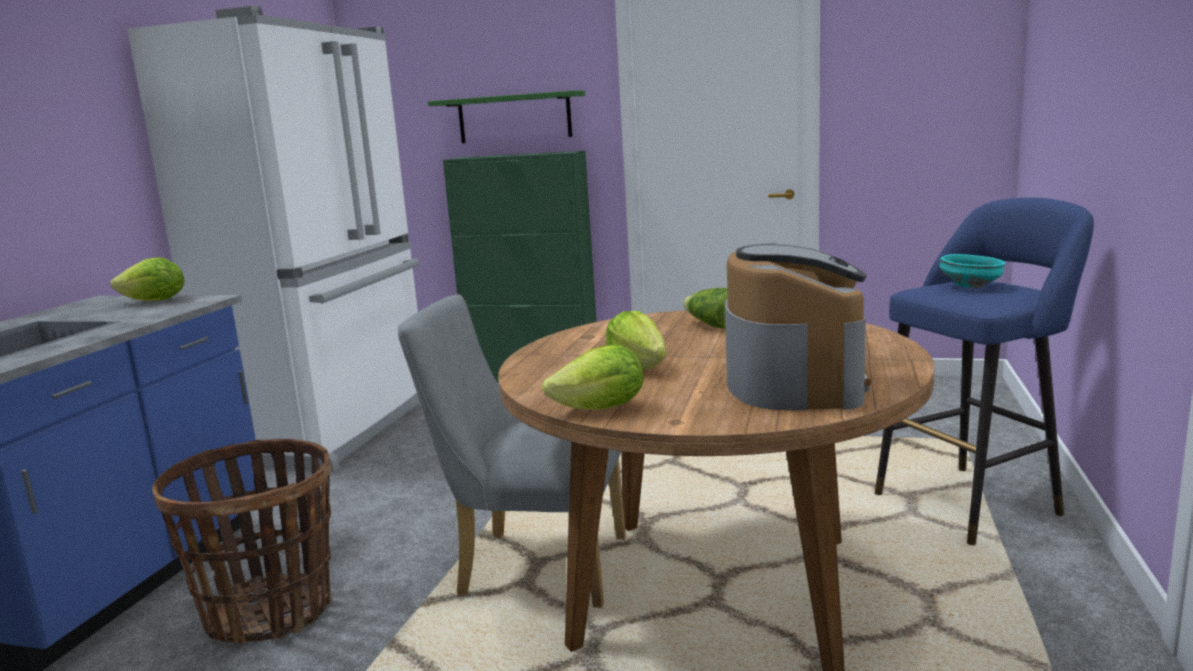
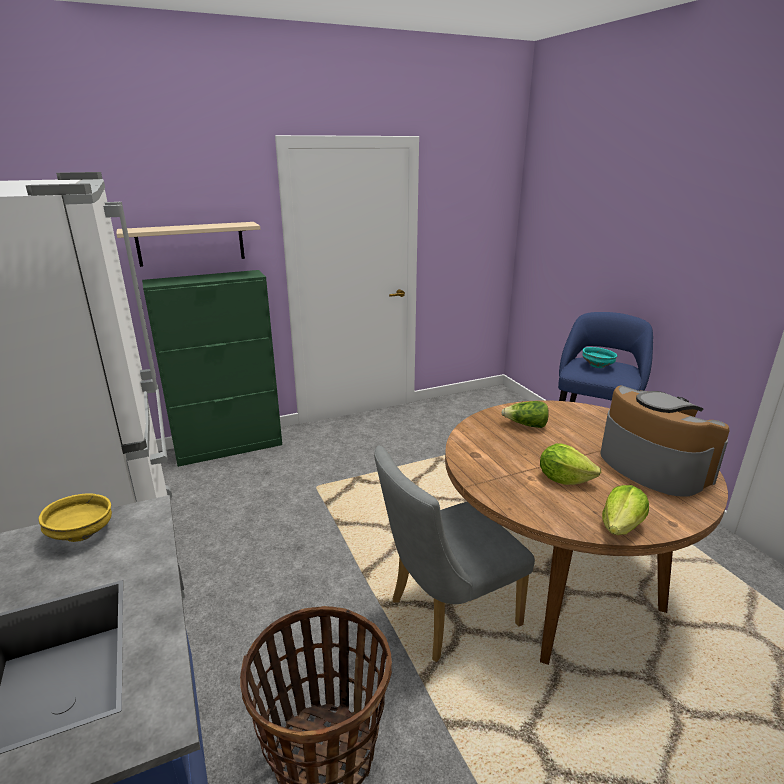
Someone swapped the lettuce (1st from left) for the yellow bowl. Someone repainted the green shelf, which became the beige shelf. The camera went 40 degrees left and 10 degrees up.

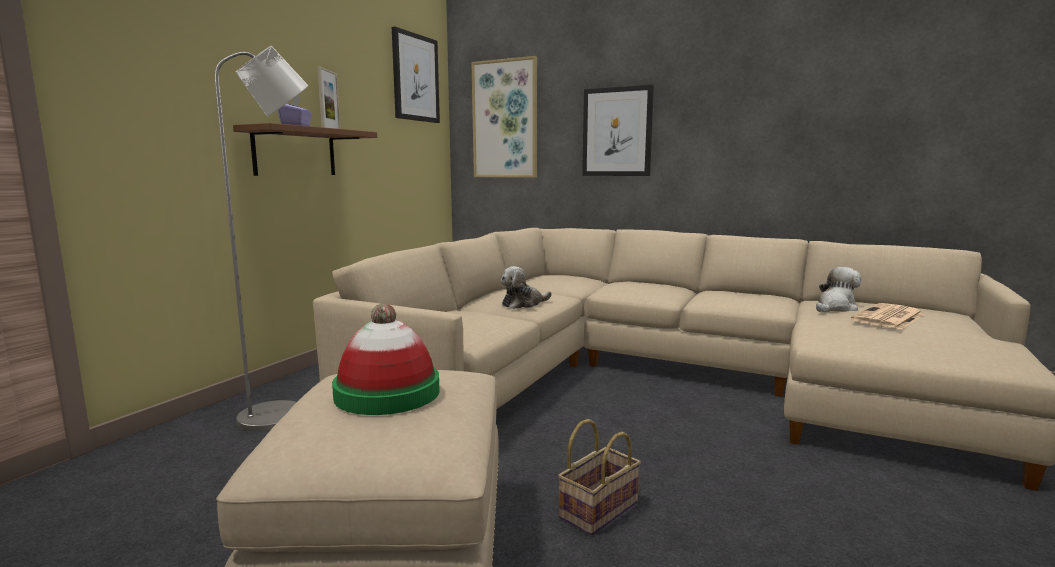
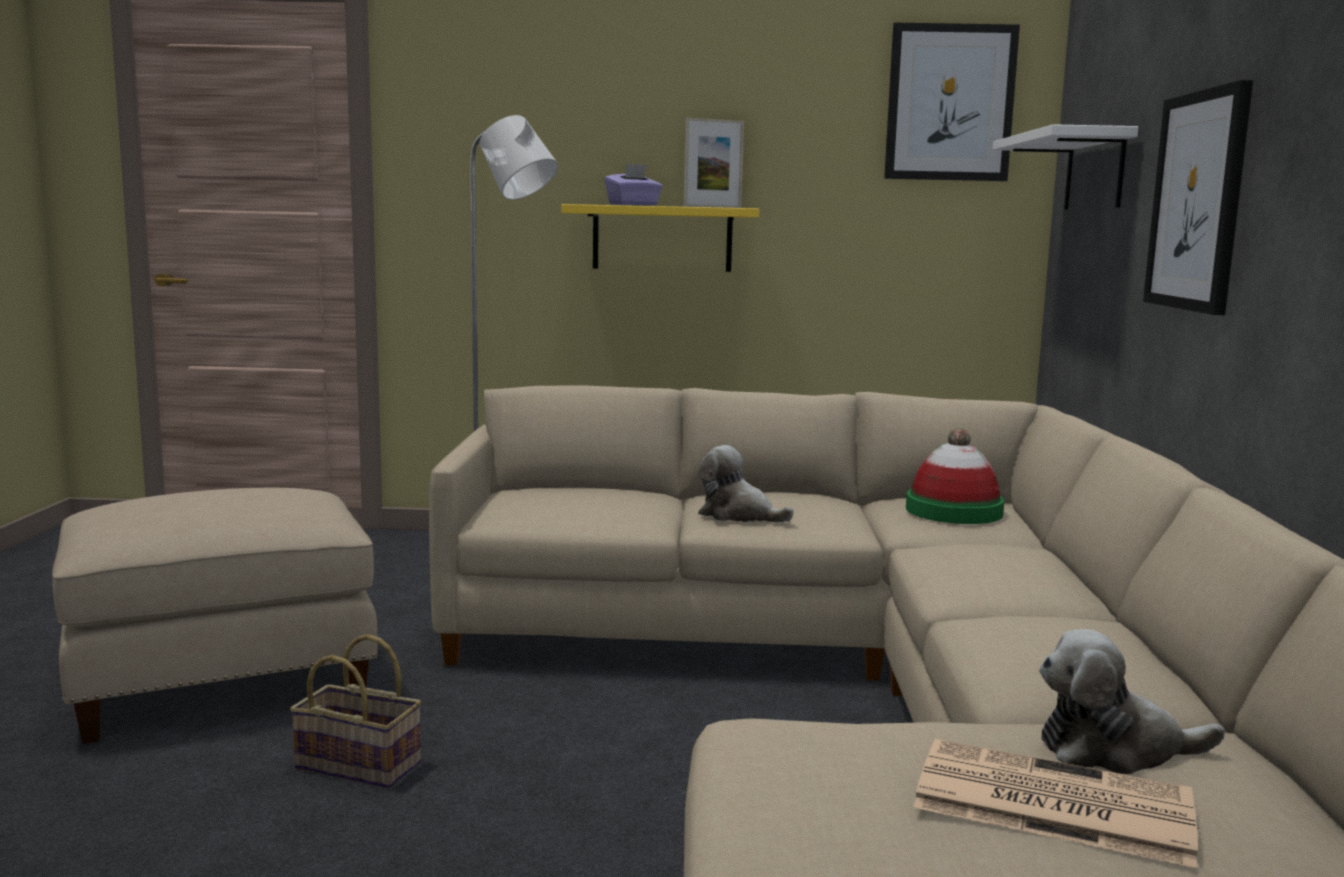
Someone repainted the brown shelf, which became the yellow shelf. Someone carried the hat. Someone swapped the picture (2nd from left) for the white shelf. Someone rotated the plush toy (2nd from left) by 150 degrees clockwise. The camera went 65 degrees right and 0 degrees up.

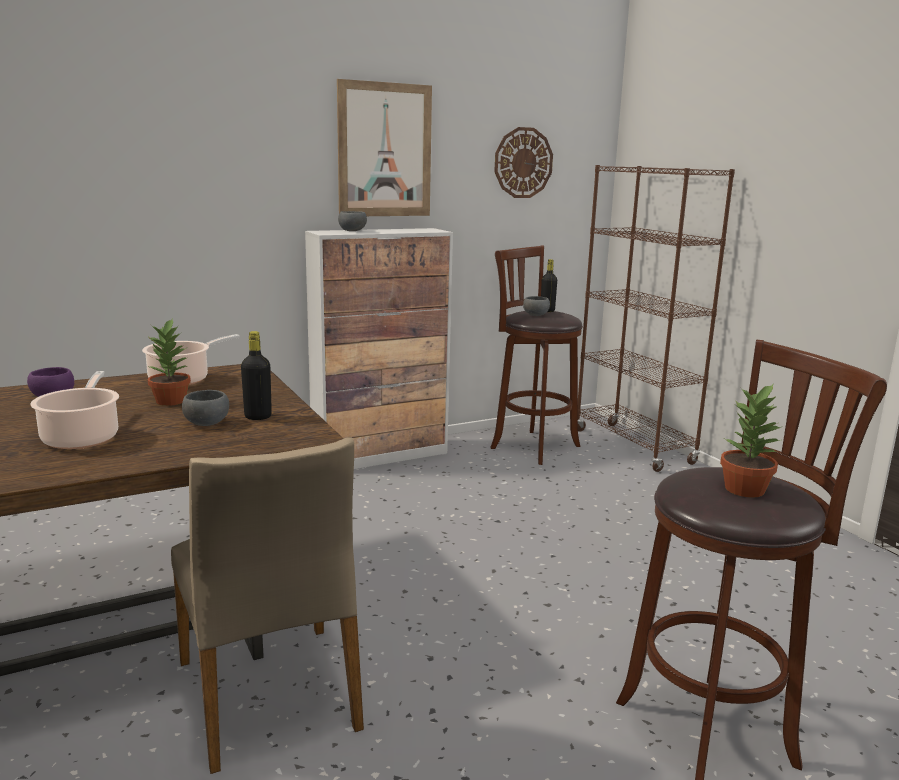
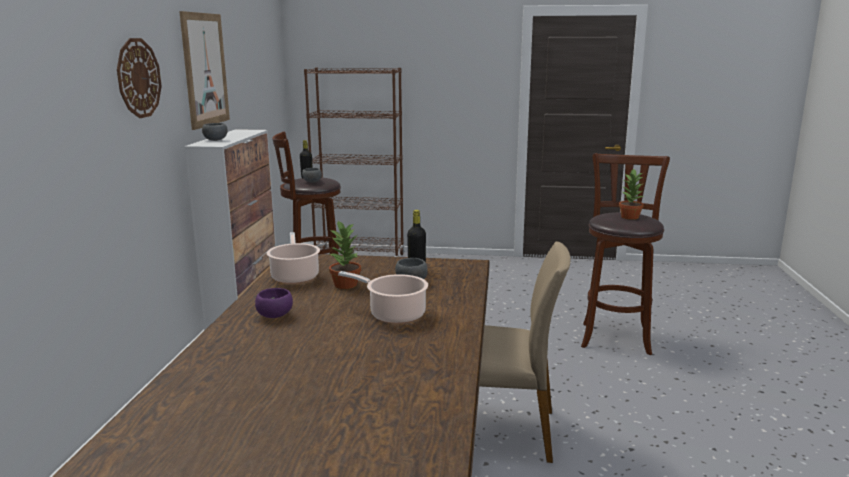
Someone carried the wall clock. The camera went 55 degrees left and 0 degrees up.

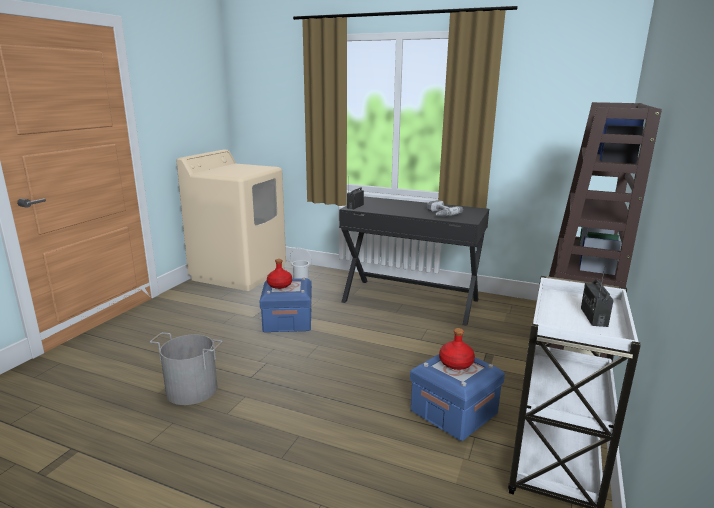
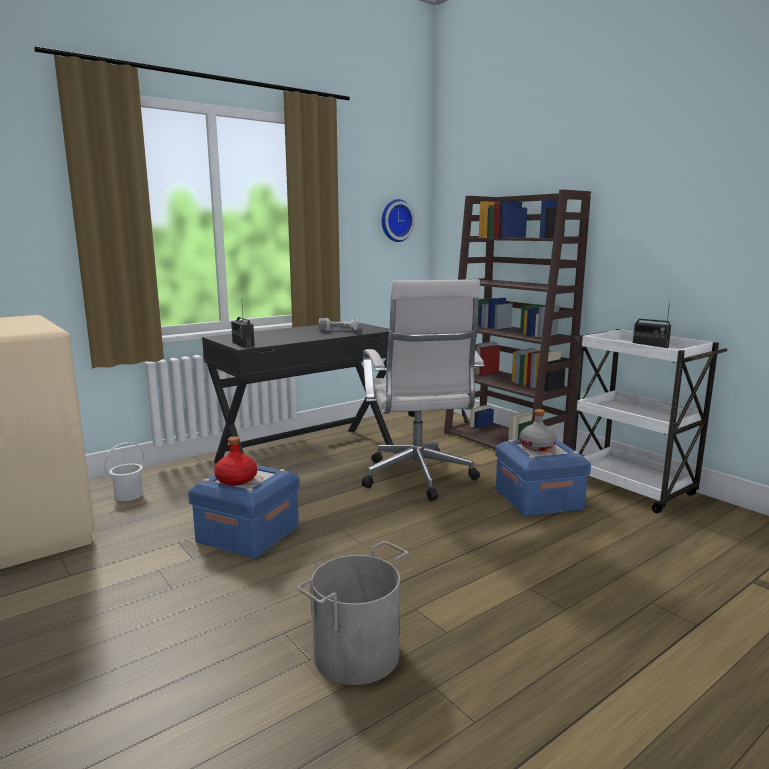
Someone put down the white office chair. Someone put up the wall clock. Someone repainted the red bottle (2nd from left), which became the grey bottle. The camera went 60 degrees left and 5 degrees down.

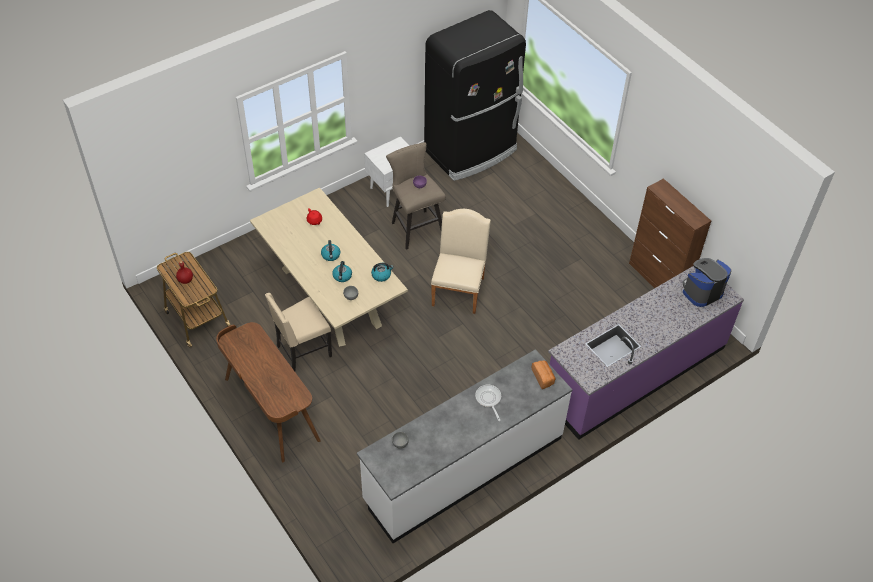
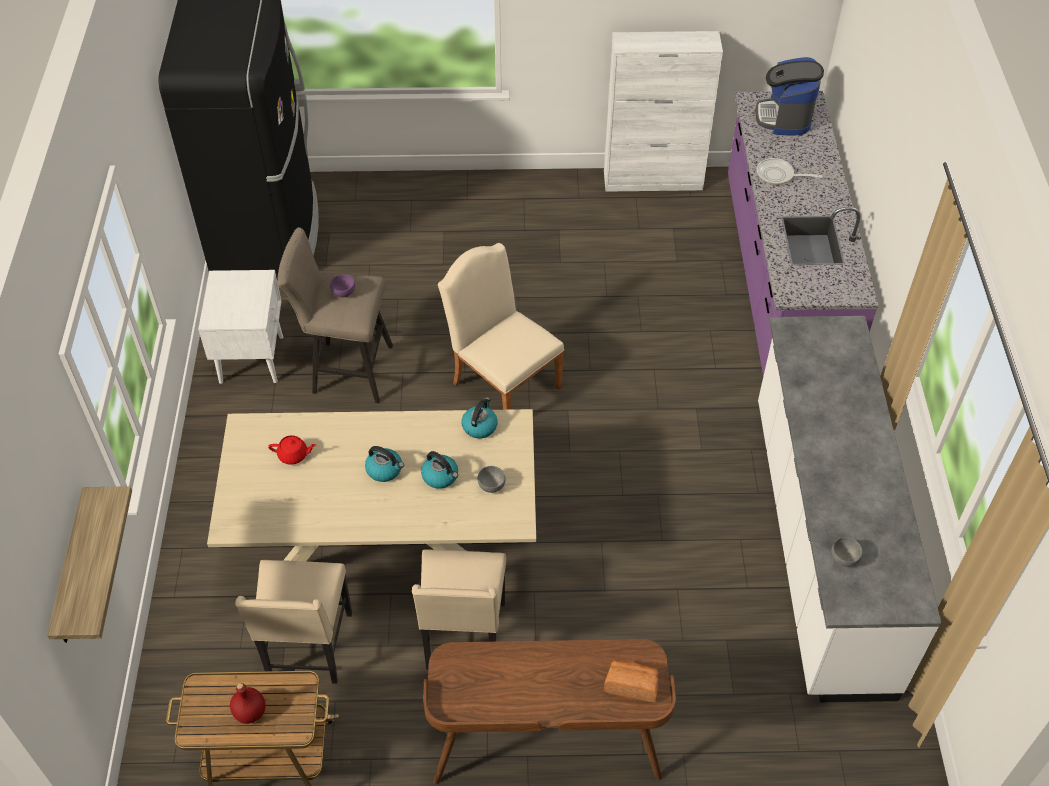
Someone put up the shelf. Someone put down the beige chair (1st from left). Someone repainted the brown cabinet, which became the white cabinet. Someone carried the bread. Someone carried the frying pan. The camera went 55 degrees left and 0 degrees up.

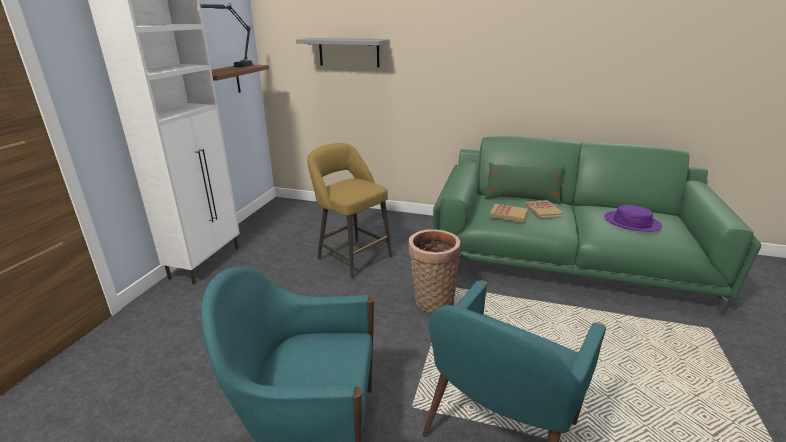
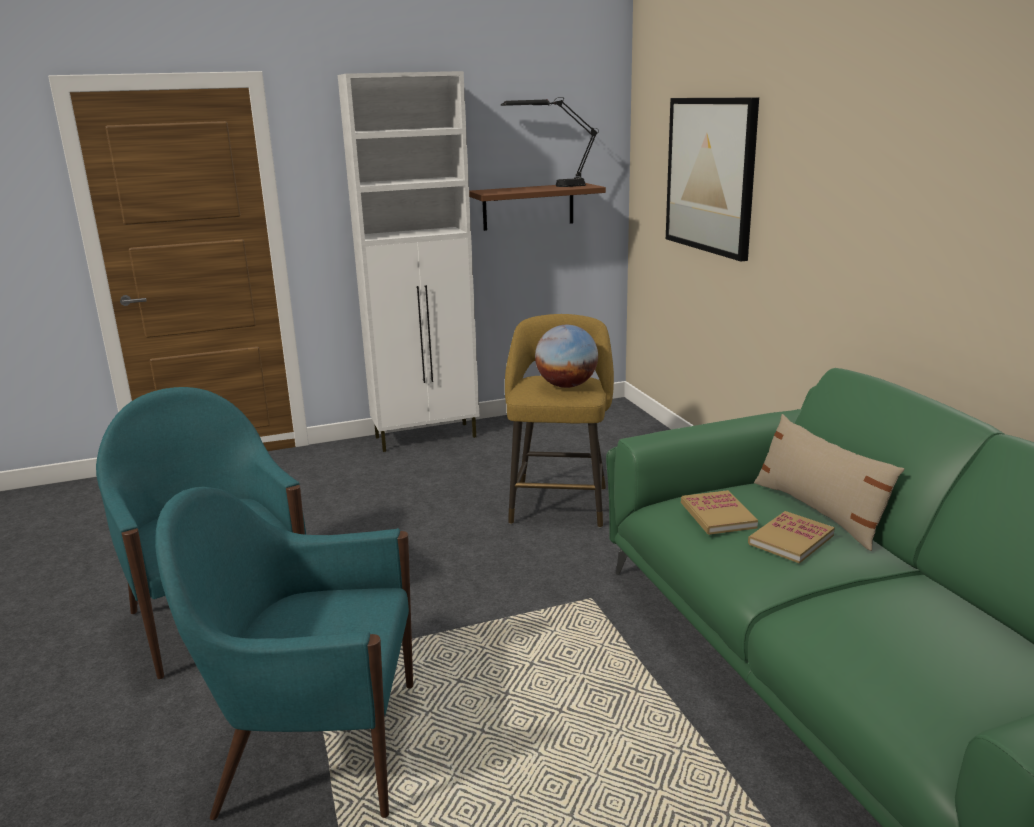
Someone put down the globe. Someone swapped the grey shelf for the picture. Someone repainted the green pillow, which became the beige pillow. Someone took away the basket. Someone took away the purple hat. The camera went 55 degrees right and 5 degrees down.

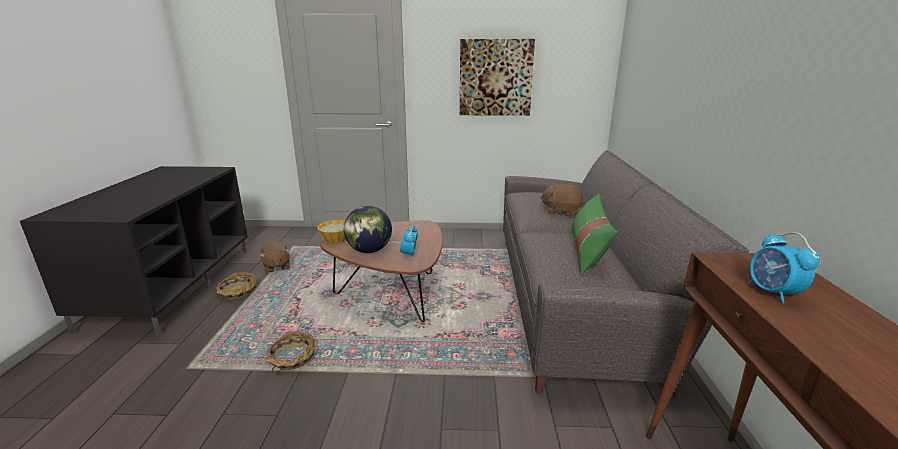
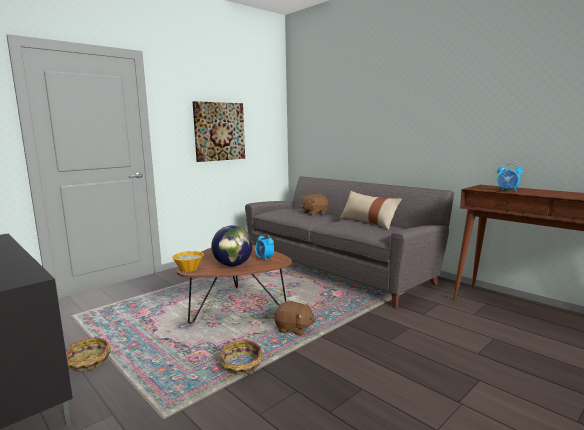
Someone carried the brown plush toy (1st from left). Someone repainted the green pillow, which became the beige pillow. The camera went 45 degrees left and 10 degrees down.

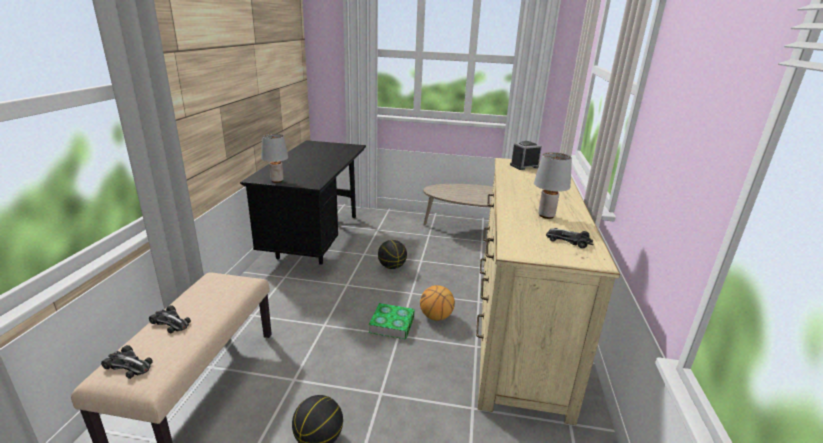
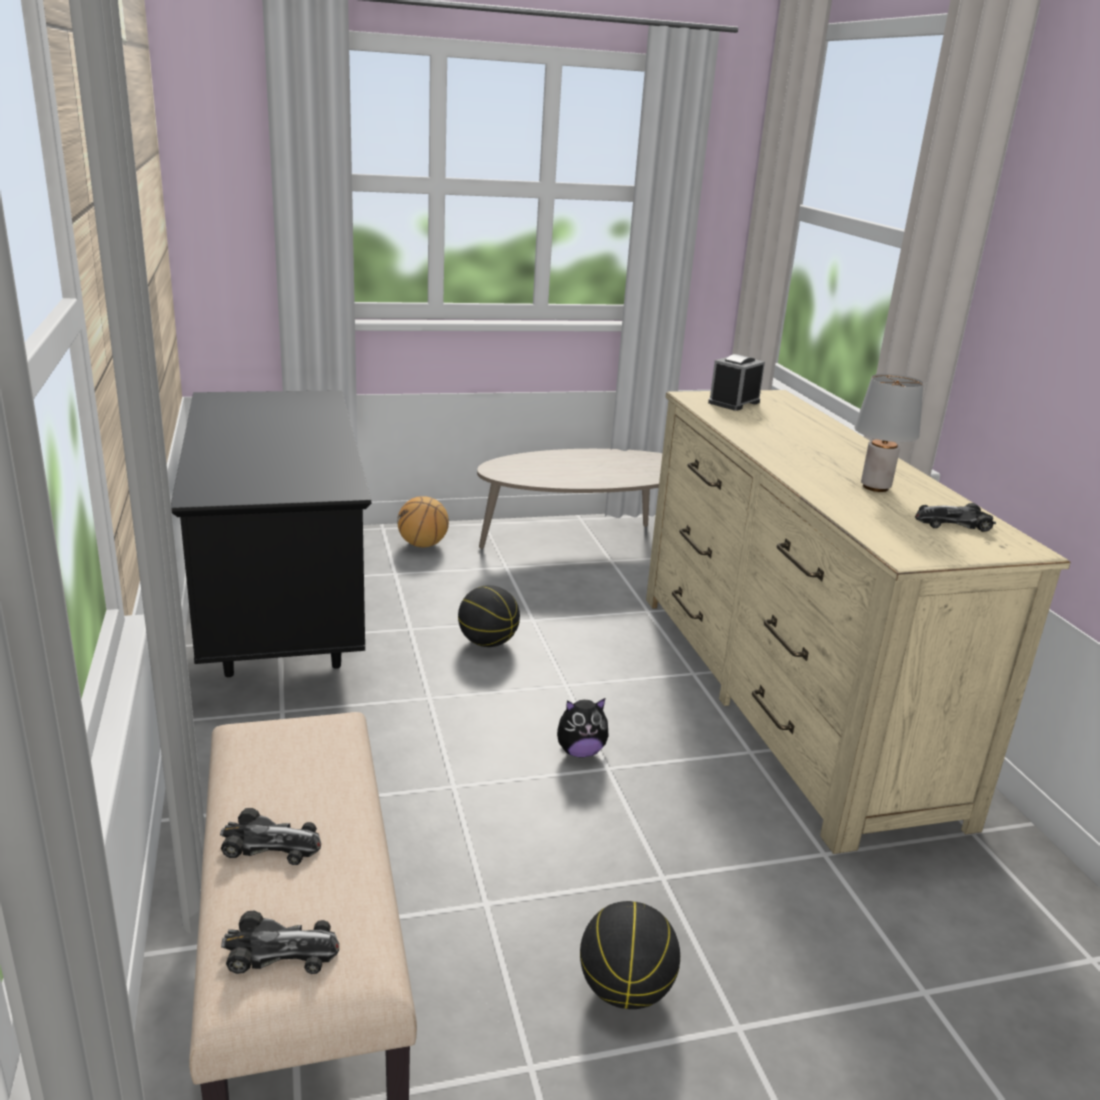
Someone carried the basketball (3rd from left in the first image). Someone swapped the book for the plush toy. Someone took away the grey table lamp (1st from left). The camera went 25 degrees left and 0 degrees up.

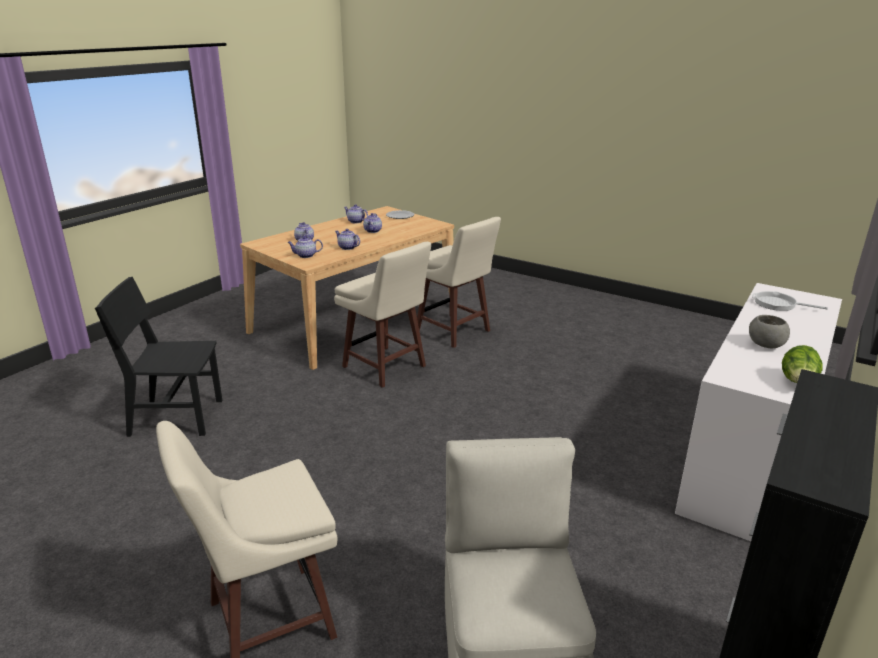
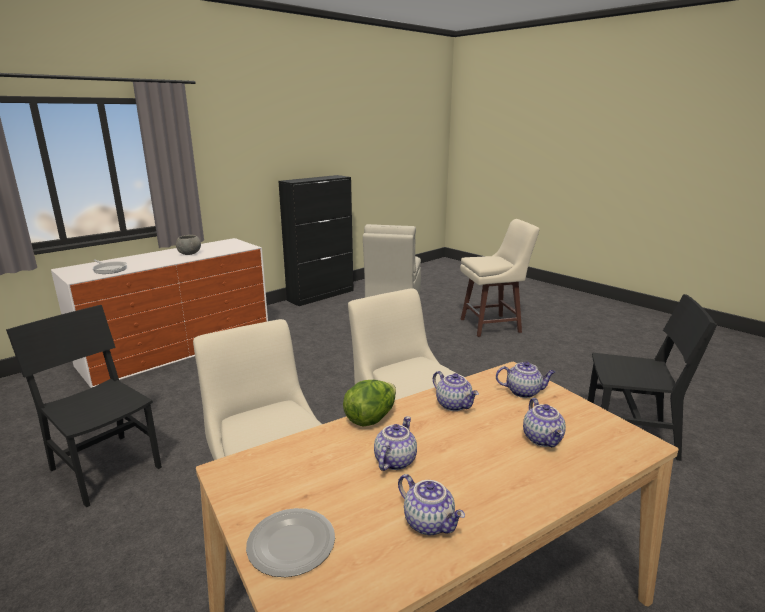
Someone put down the black chair (1st from left). Someone carried the lettuce. The camera went 165 degrees left and 5 degrees down.

